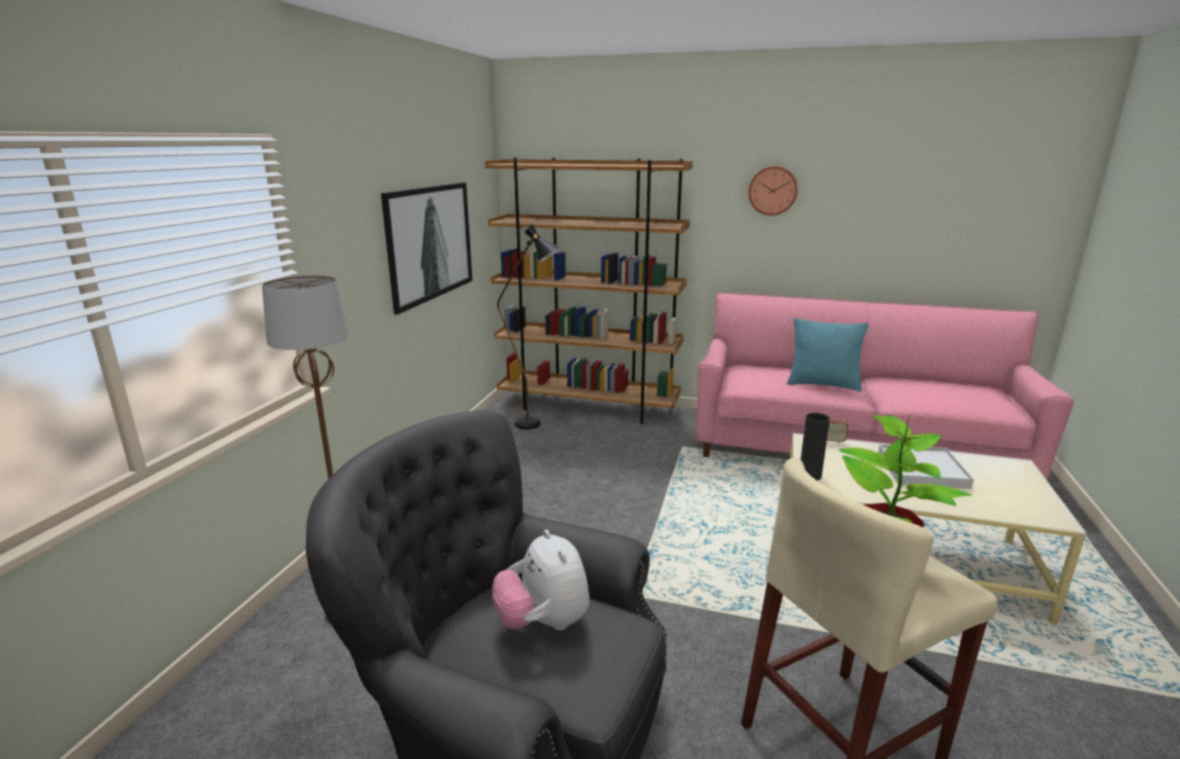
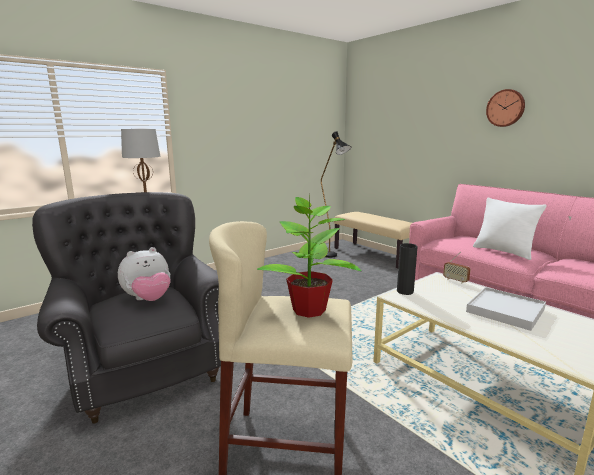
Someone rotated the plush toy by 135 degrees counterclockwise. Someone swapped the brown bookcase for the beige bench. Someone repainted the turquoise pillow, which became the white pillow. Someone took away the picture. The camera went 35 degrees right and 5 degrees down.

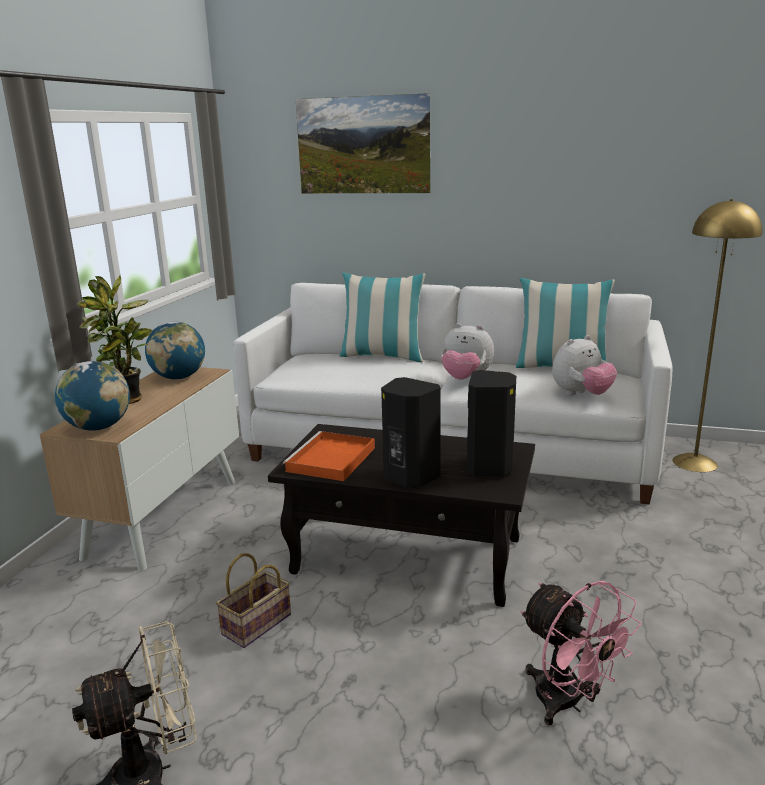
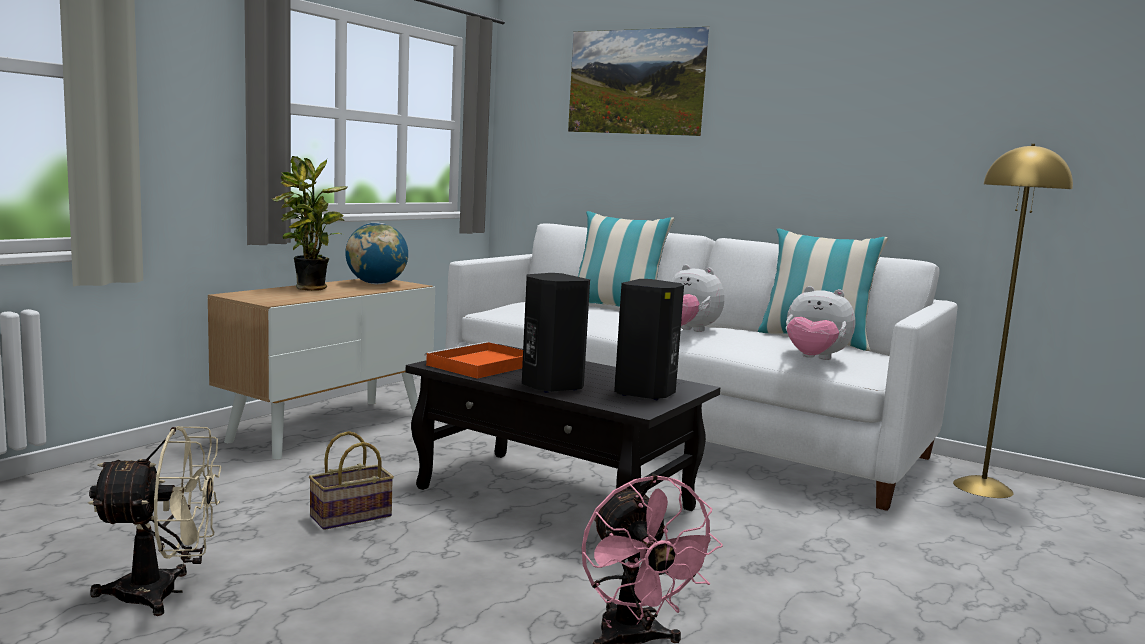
Someone rotated the plush toy (2nd from left) by 45 degrees clockwise. Someone took away the globe (1st from left). The camera went 15 degrees right and 10 degrees down.

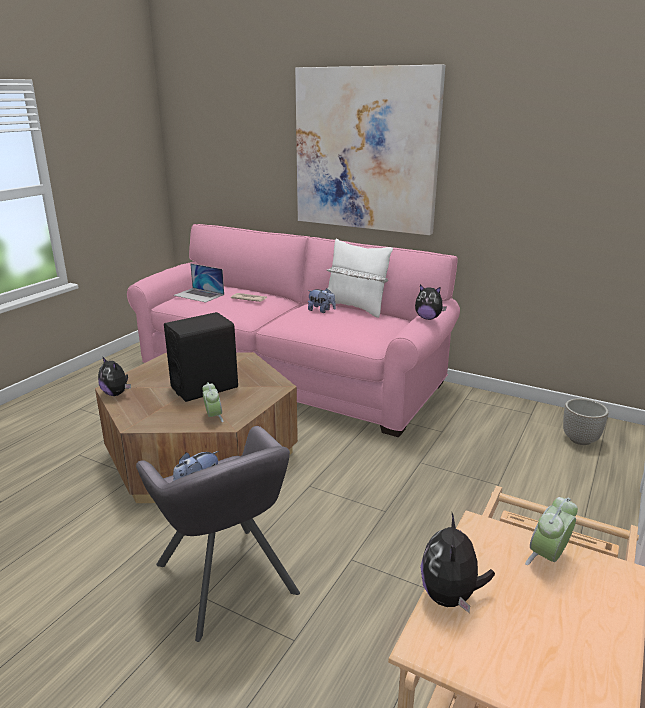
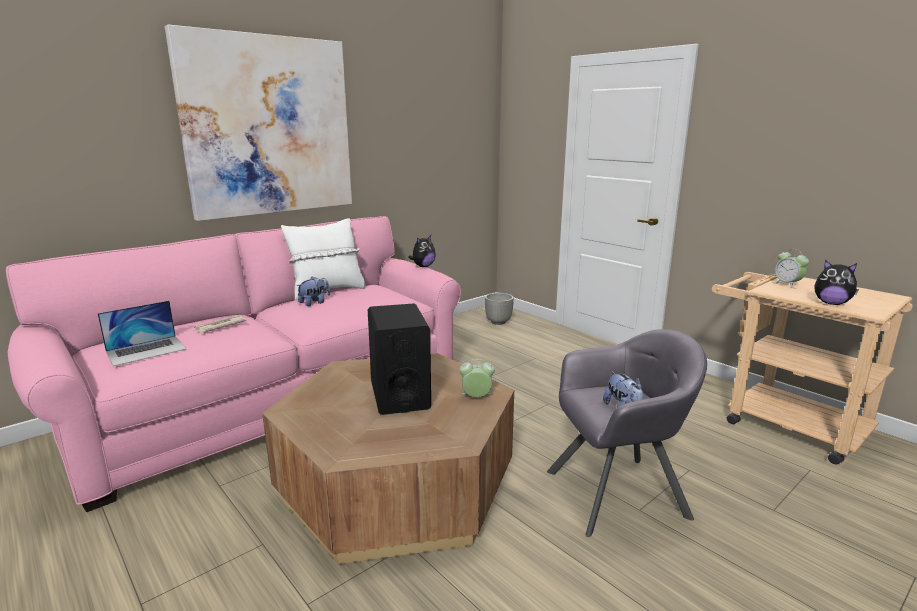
Someone took away the plush toy (1st from left). The camera went 70 degrees left and 5 degrees down.

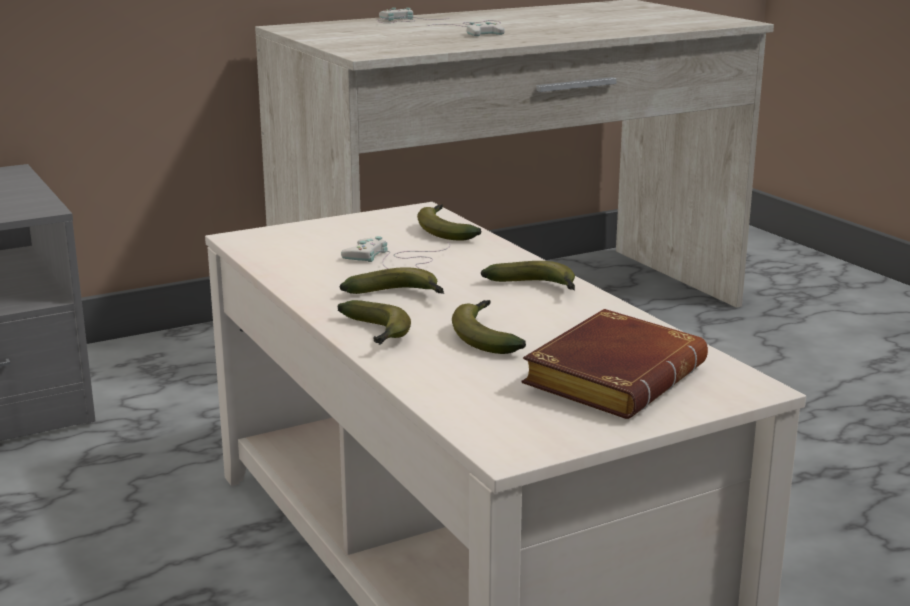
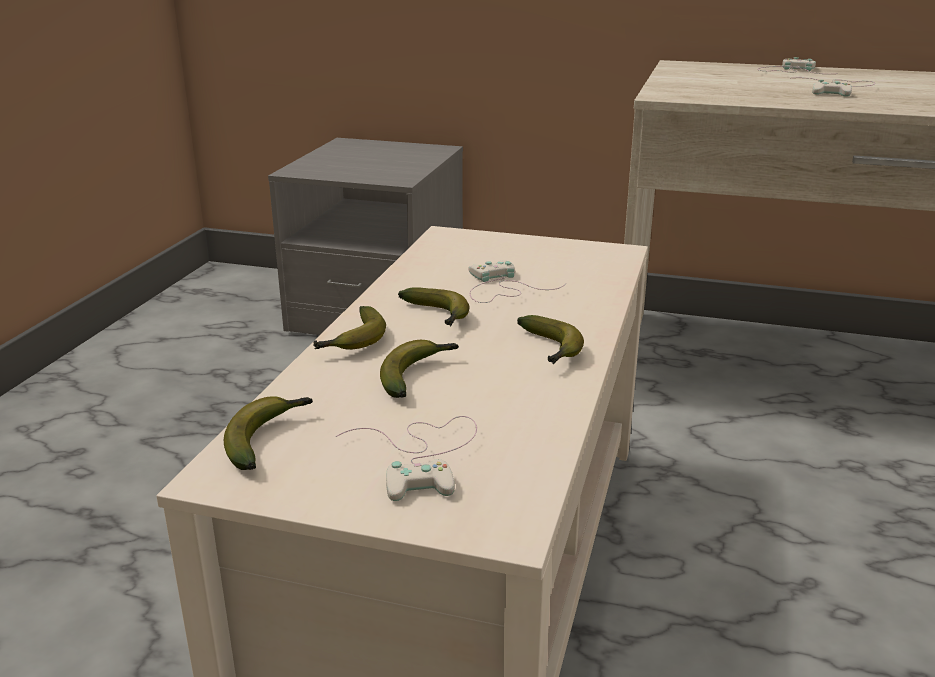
Someone carried the banana (3rd from left in the first image). Someone swapped the brown book for the white game controller (1st from left). The camera went 45 degrees right and 5 degrees up.

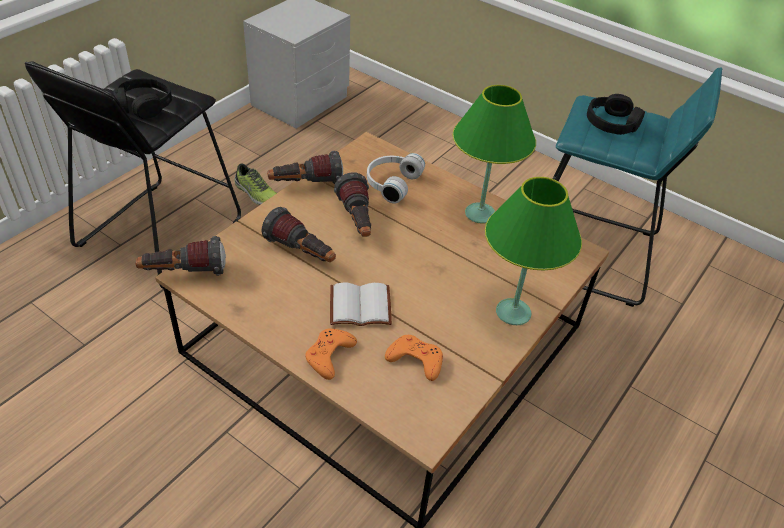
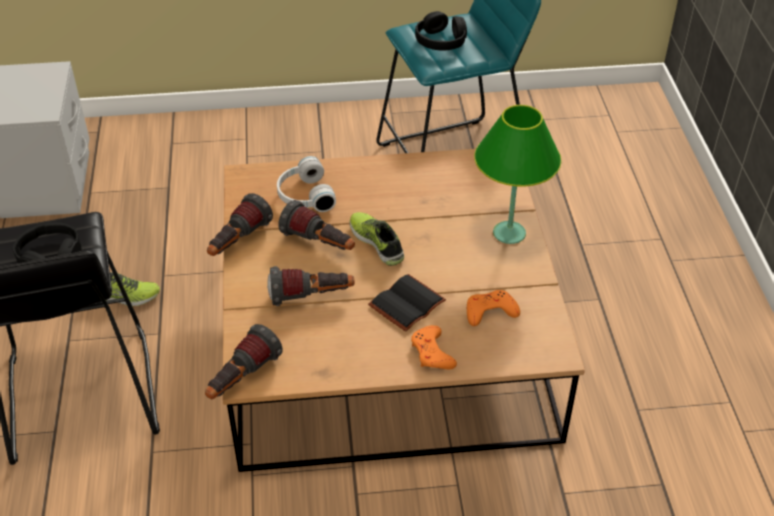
Someone put down the shoe (2nd from left). Someone repainted the white book, which became the black book. Someone took away the green table lamp (1st from left). The camera went 40 degrees left and 0 degrees up.

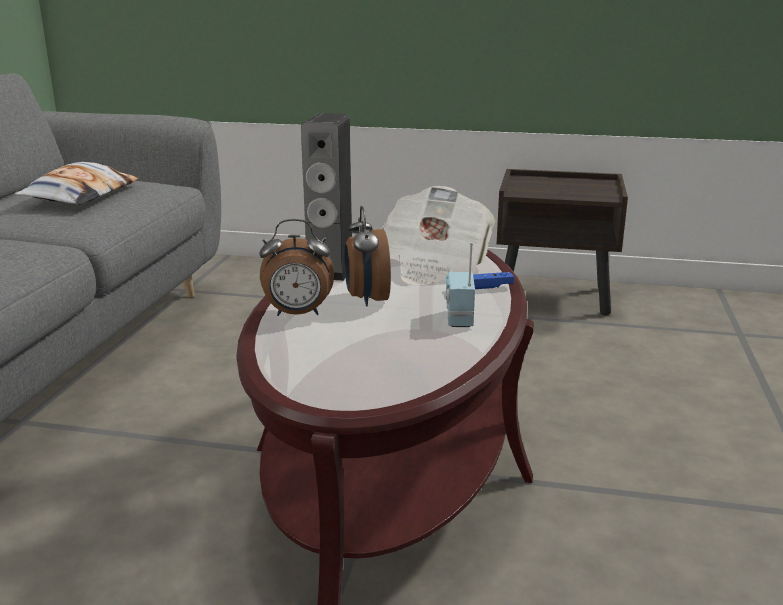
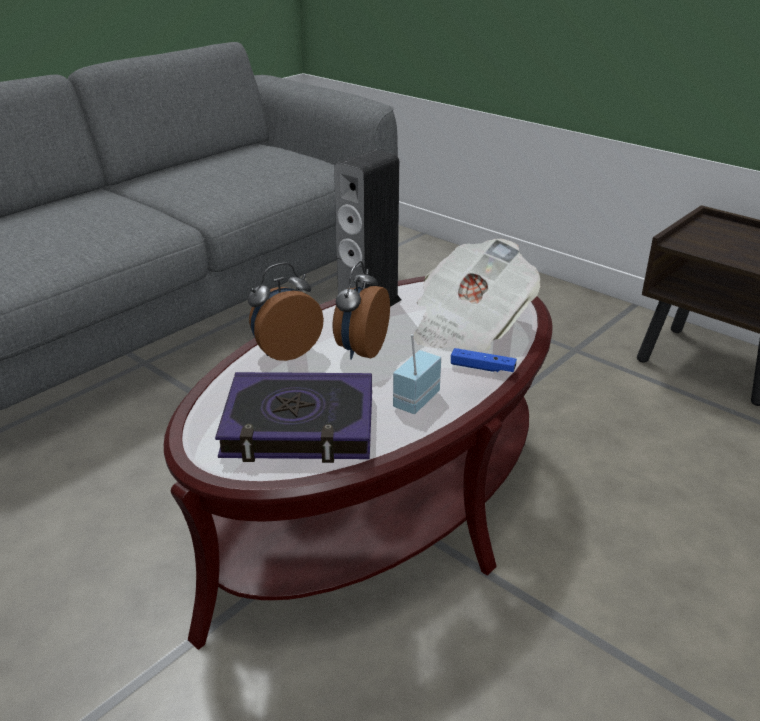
Someone put down the book. Someone rotated the alarm clock (1st from left) by 120 degrees clockwise. Someone took away the pillow. The camera went 30 degrees right and 10 degrees up.

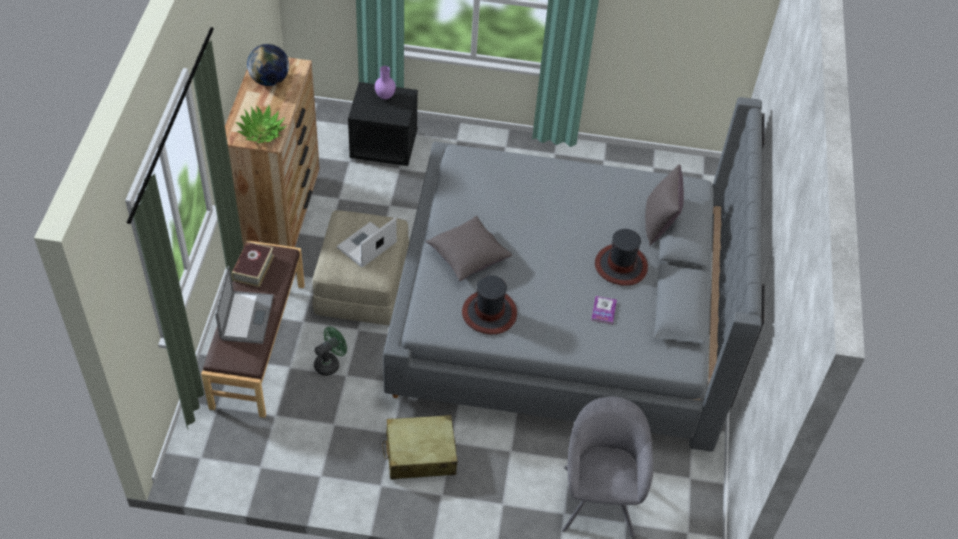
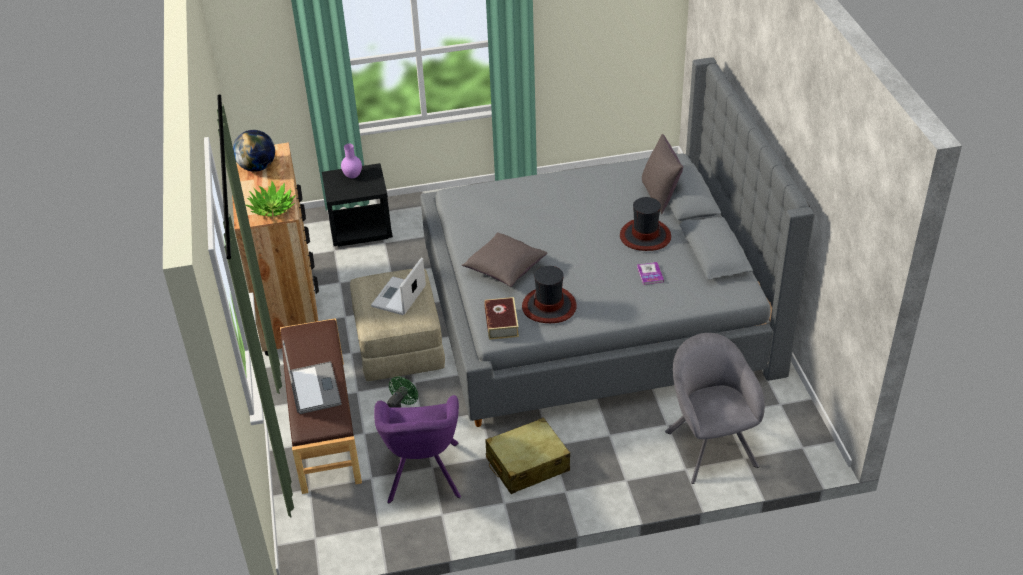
Someone put down the purple armchair. Someone carried the book (1st from left). The camera went 15 degrees left and 10 degrees down.

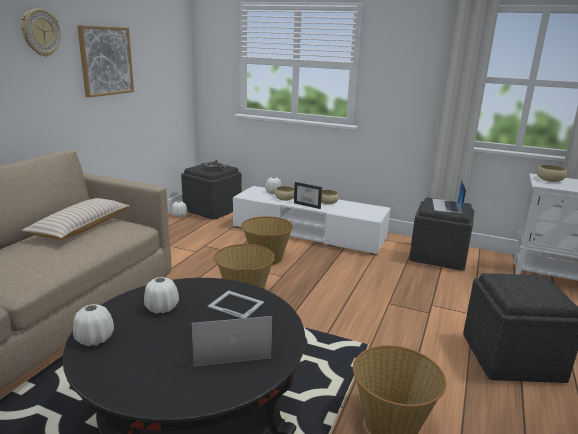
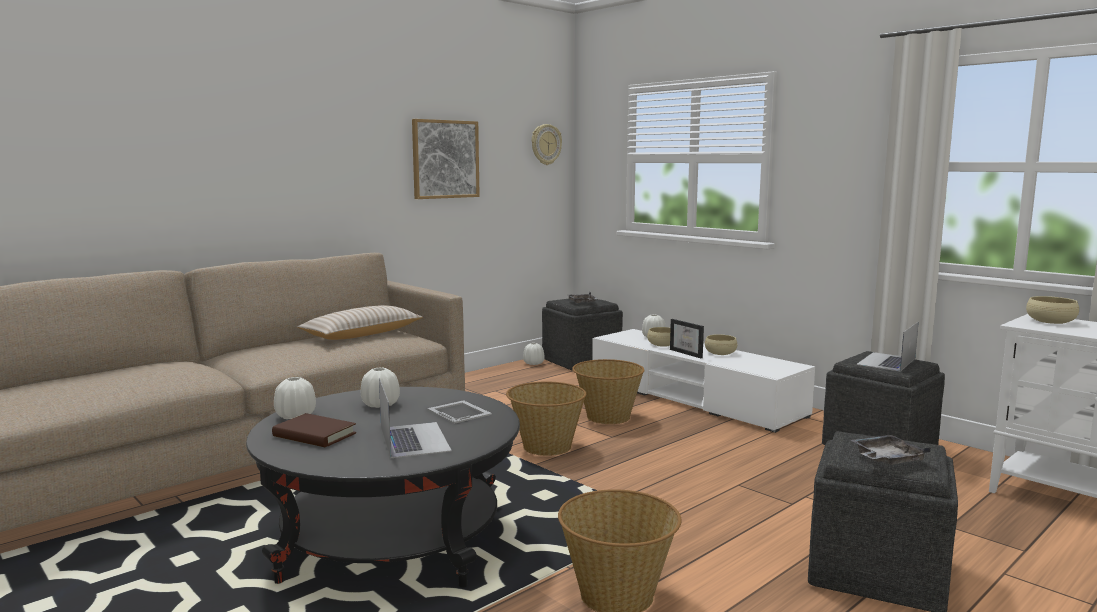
Someone put down the brown book. Someone rotated the laptop (1st from left) by 60 degrees clockwise. Someone carried the wall clock. Someone put down the grey tray (2nd from left). The camera went 25 degrees right and 10 degrees down.

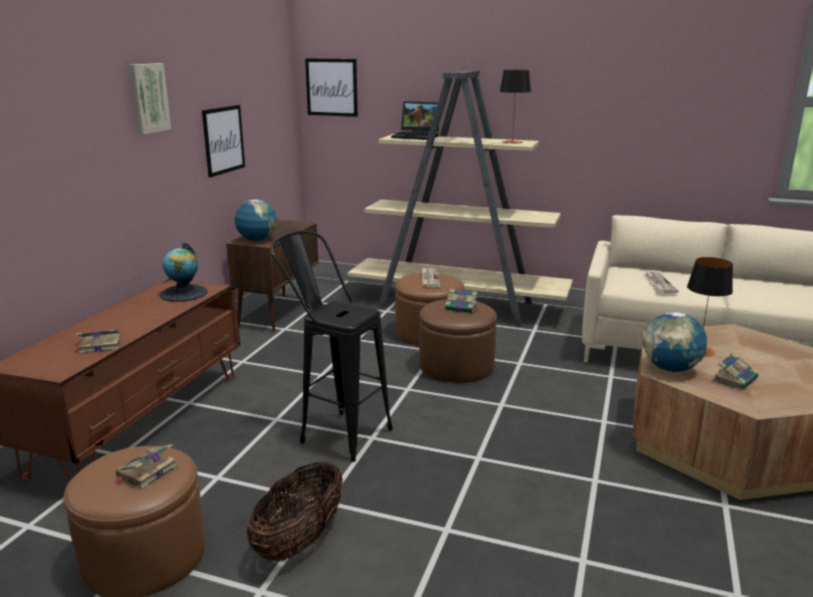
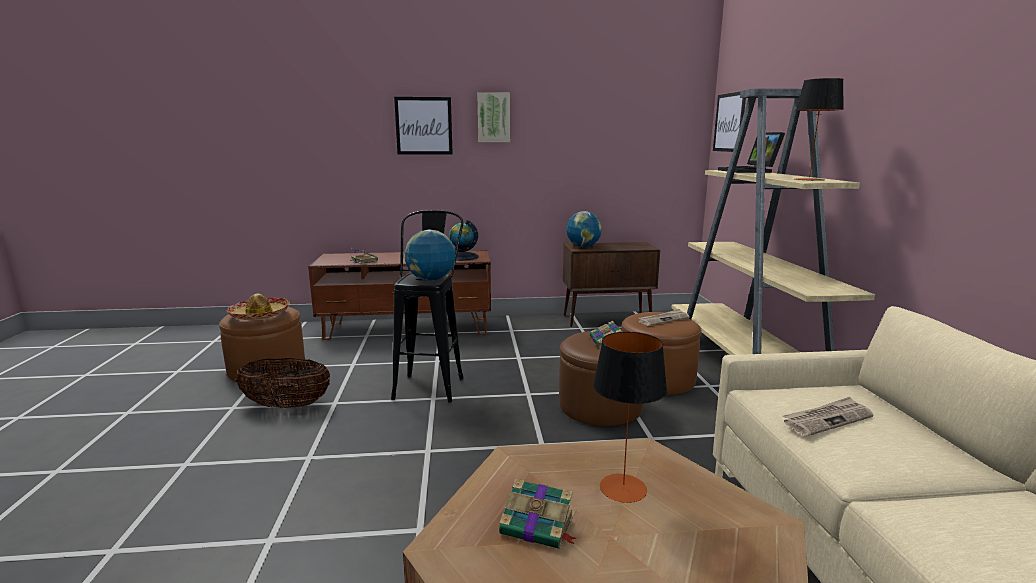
Someone swapped the book (2nd from left) for the hat. Someone carried the picture (2nd from left in the first image). Someone carried the globe (3rd from left in the first image). The camera went 65 degrees right and 5 degrees down.

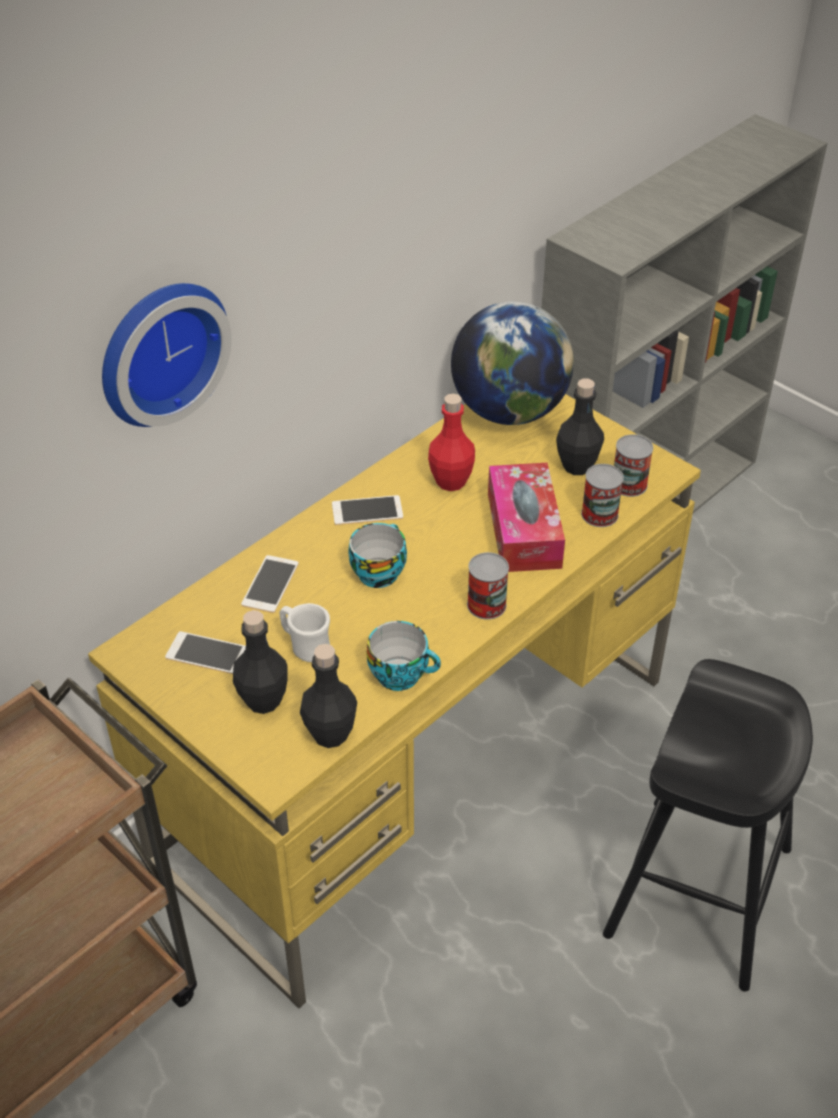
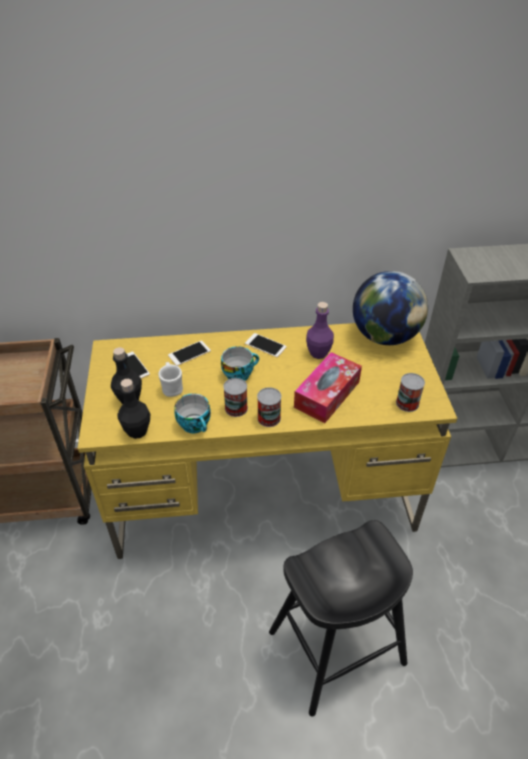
Someone carried the can (2nd from left in the first image). Someone repainted the red bottle, which became the purple bottle. Someone took away the wall clock. Someone took away the black bottle (3rd from left). The camera went 40 degrees right and 0 degrees up.

